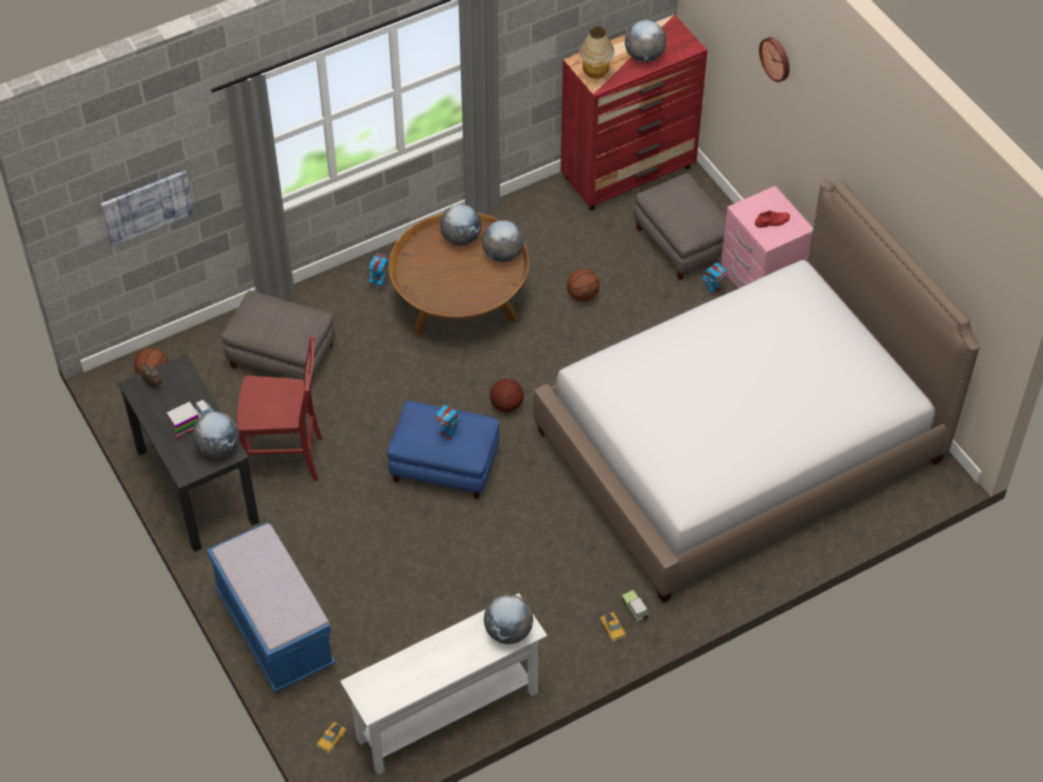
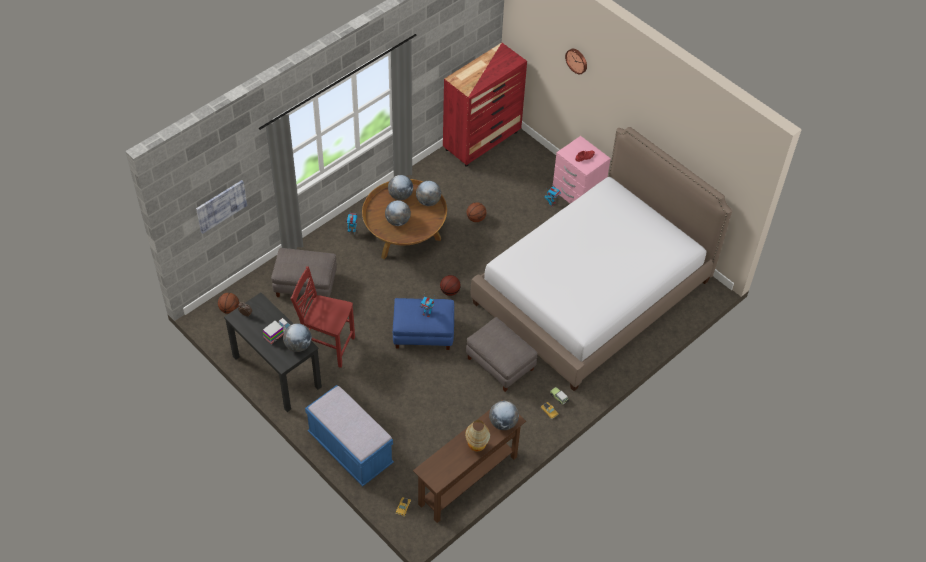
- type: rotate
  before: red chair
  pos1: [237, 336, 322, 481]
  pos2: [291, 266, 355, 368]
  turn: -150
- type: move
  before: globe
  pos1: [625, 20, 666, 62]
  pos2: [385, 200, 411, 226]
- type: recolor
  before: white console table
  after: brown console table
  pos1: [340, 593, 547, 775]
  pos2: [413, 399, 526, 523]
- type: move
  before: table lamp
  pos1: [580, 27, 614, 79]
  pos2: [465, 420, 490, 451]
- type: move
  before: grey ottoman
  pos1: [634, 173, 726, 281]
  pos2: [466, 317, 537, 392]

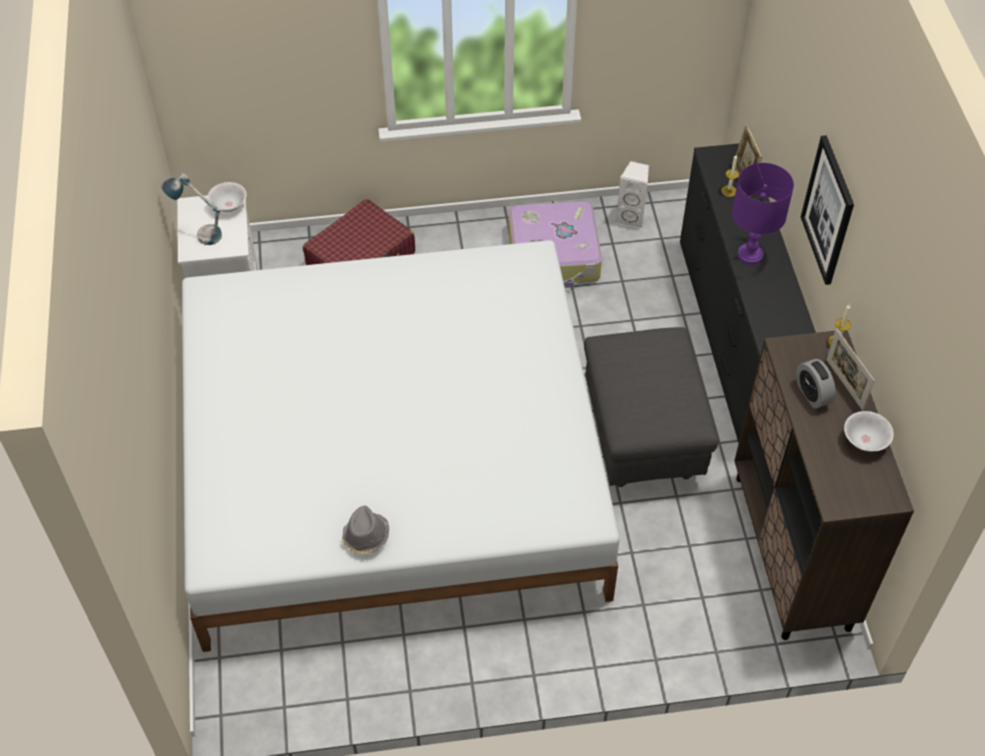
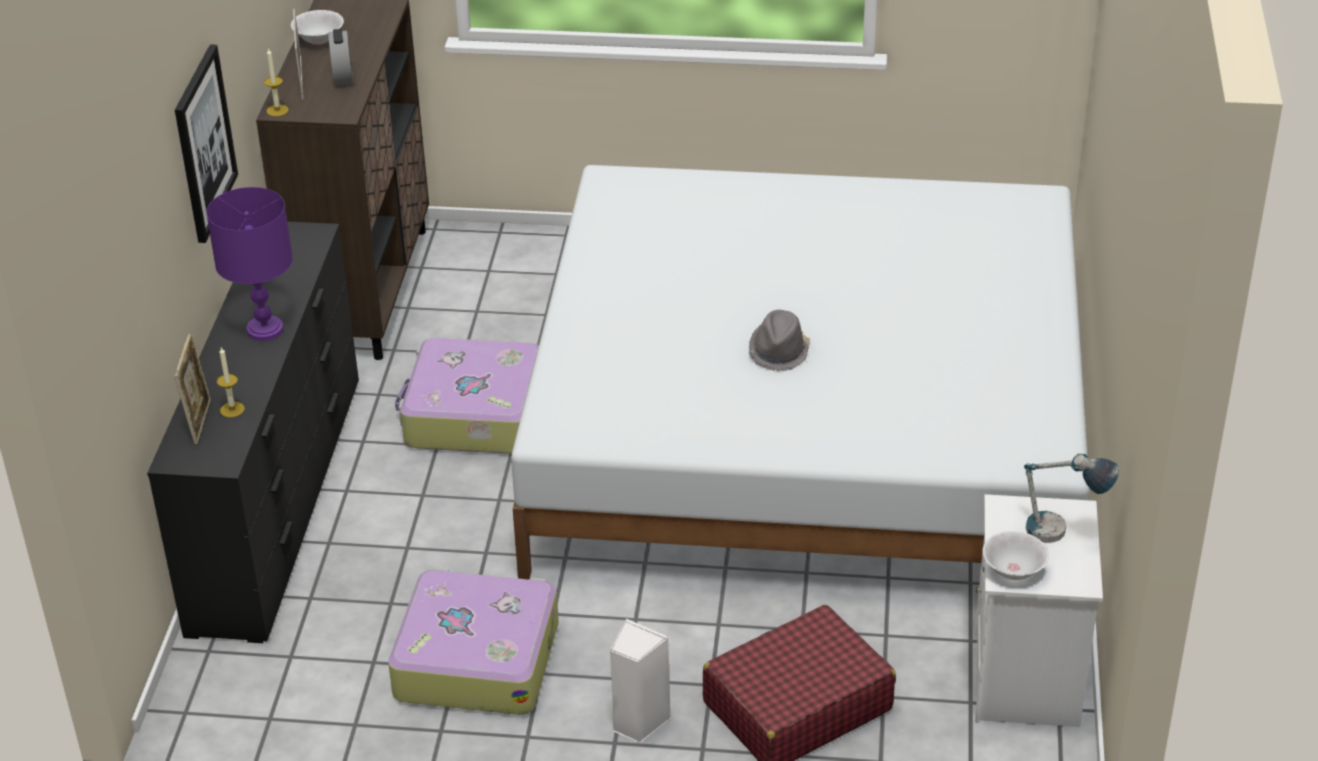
- type: replace
  before: grey ottoman
  after: suitcase
  pos1: [584, 327, 718, 487]
  pos2: [395, 338, 539, 454]
- type: move
  before: white speaker
  pos1: [615, 161, 649, 229]
  pos2: [610, 619, 671, 743]
- type: move
  before: grey hat
  pos1: [342, 506, 389, 554]
  pos2: [749, 310, 810, 371]

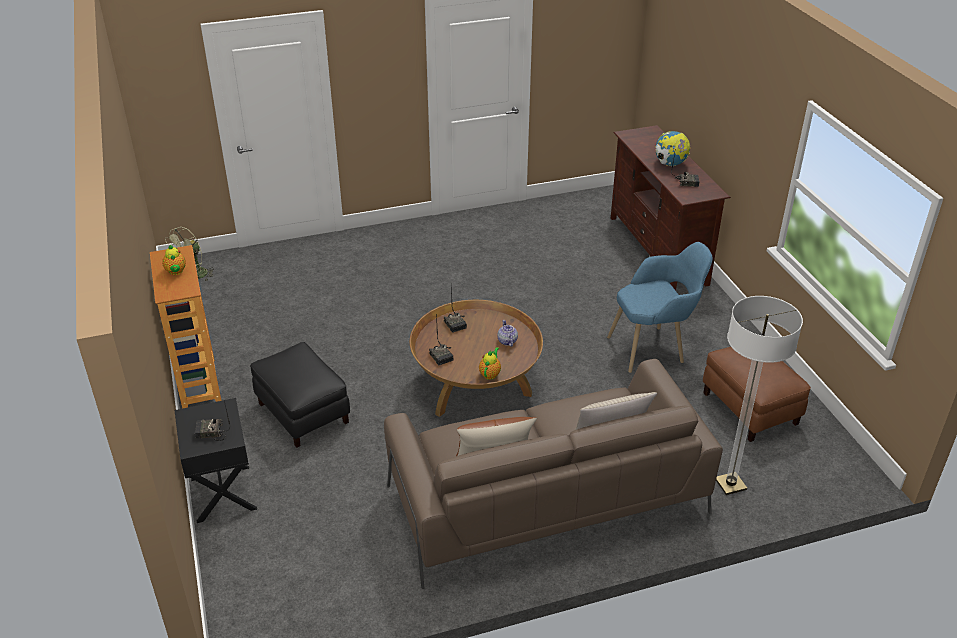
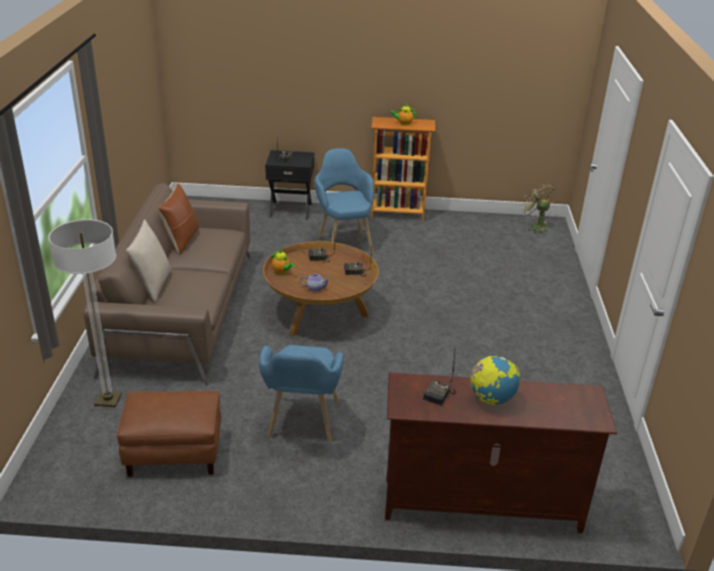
- type: replace
  before: black ottoman
  after: blue armchair
  pos1: [250, 342, 350, 448]
  pos2: [314, 148, 374, 255]

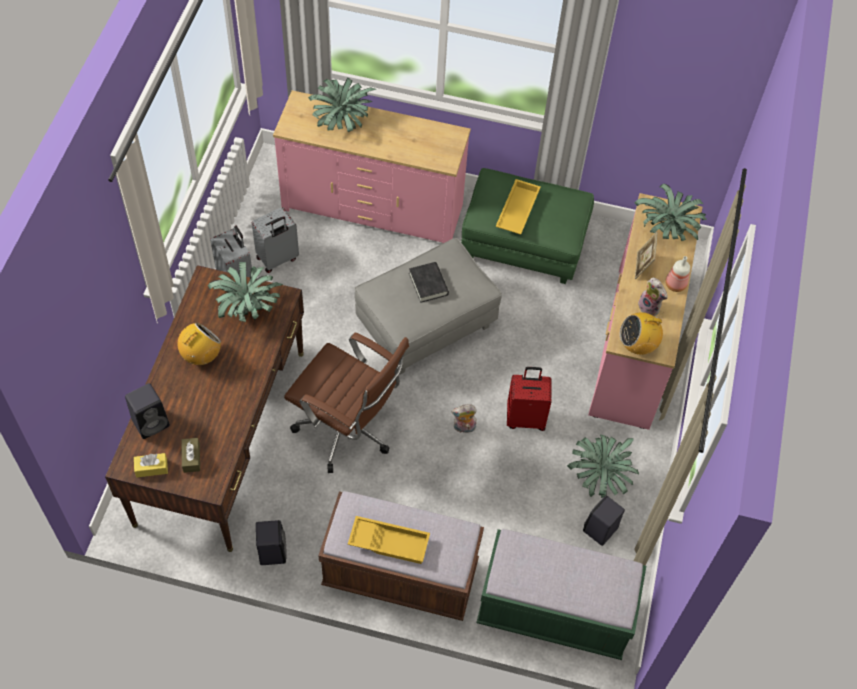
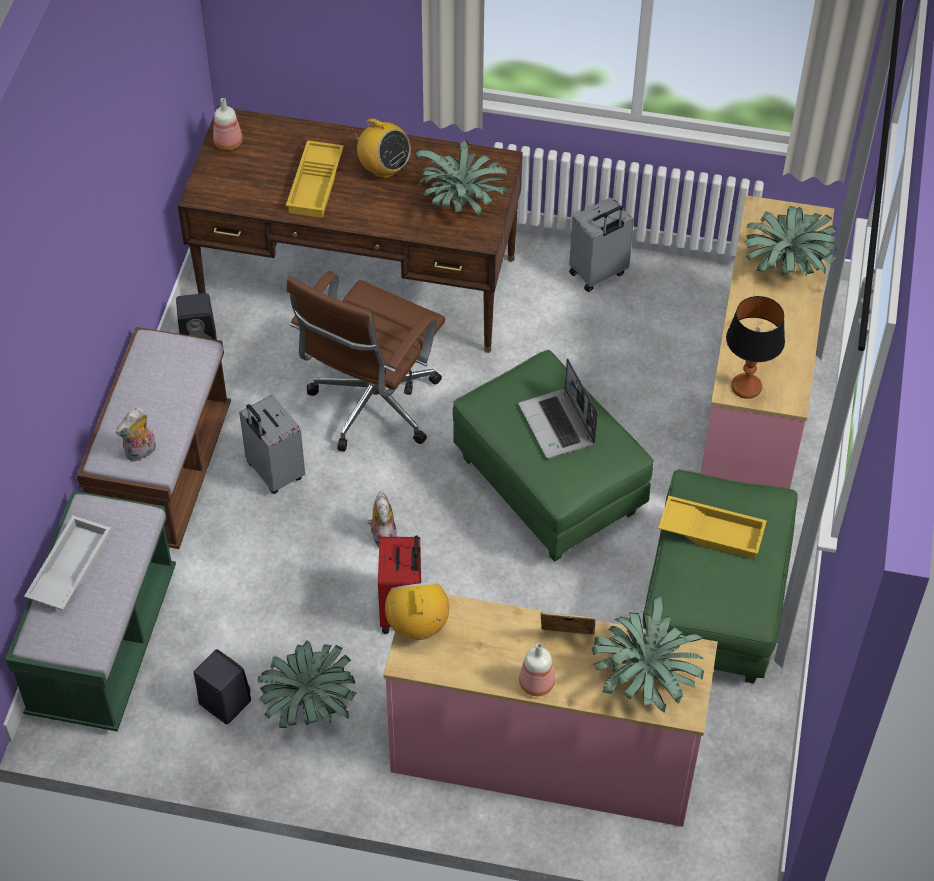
- type: insert
  after: white tray
  pos2: [24, 516, 111, 610]
- type: move
  before: plush toy
  pos1: [637, 277, 668, 316]
  pos2: [116, 407, 156, 461]
- type: replace
  before: yellow tissue box
  after: bottle
  pos1: [134, 453, 168, 477]
  pos2: [213, 98, 242, 151]
- type: move
  before: grey suitcase
  pos1: [252, 207, 299, 273]
  pos2: [239, 394, 305, 494]
- type: move
  before: yellow tray
  pos1: [348, 516, 430, 564]
  pos2: [286, 140, 344, 218]
- type: recolor
  before: grey ottoman
  after: green ottoman
  pos1: [355, 238, 502, 375]
  pos2: [453, 350, 654, 562]
- type: replace
  before: black book
  after: laptop
  pos1: [409, 262, 449, 303]
  pos2: [519, 358, 598, 459]
- type: insert
  after: table lamp
  pos2: [726, 296, 785, 399]
- type: delete
  before: black speaker
  pos1: [125, 383, 170, 439]
- type: delete
  before: brown tissue box
  pos1: [181, 438, 200, 473]

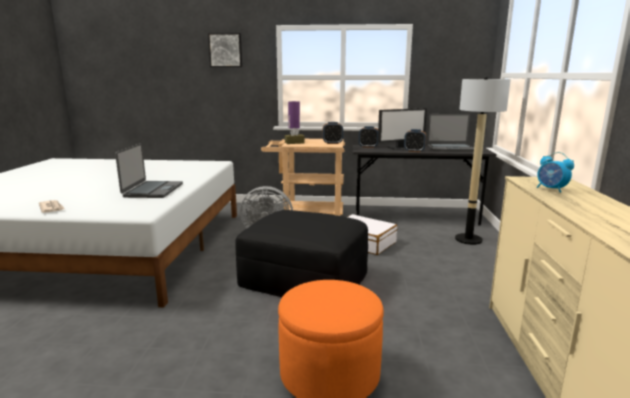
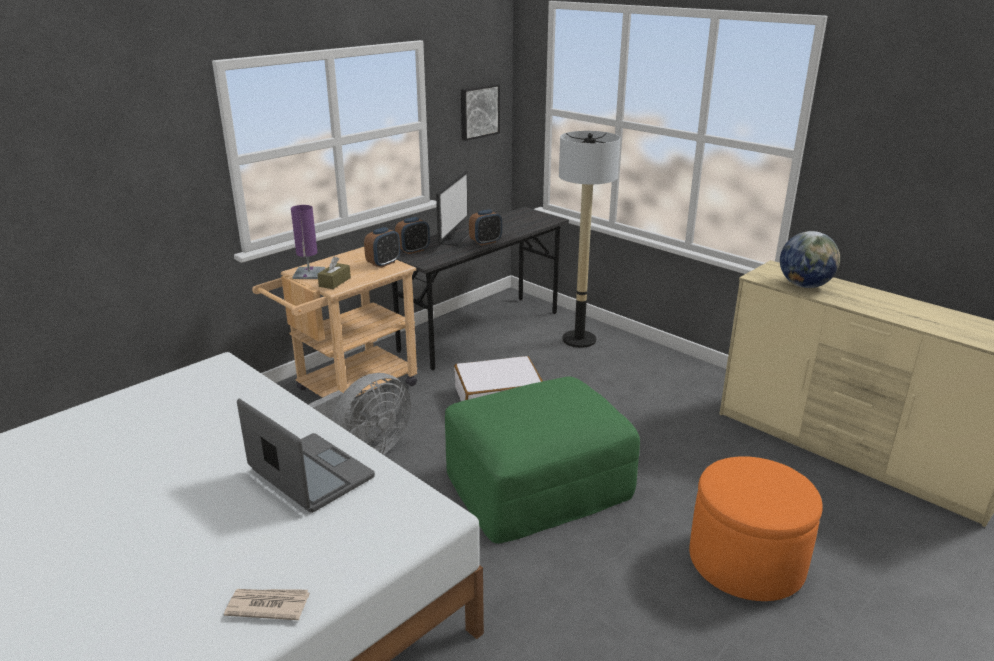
- type: recolor
  before: black ottoman
  after: green ottoman
  pos1: [236, 210, 368, 297]
  pos2: [445, 376, 640, 544]
- type: move
  before: picture
  pos1: [208, 33, 242, 67]
  pos2: [461, 84, 500, 141]
- type: replace
  before: alarm clock
  after: globe
  pos1: [537, 152, 574, 193]
  pos2: [780, 231, 840, 288]
- type: delete
  before: laptop
  pos1: [427, 114, 474, 152]

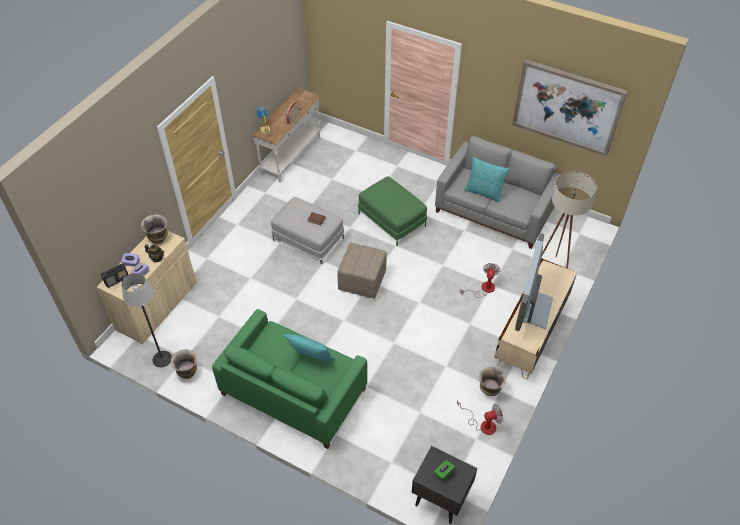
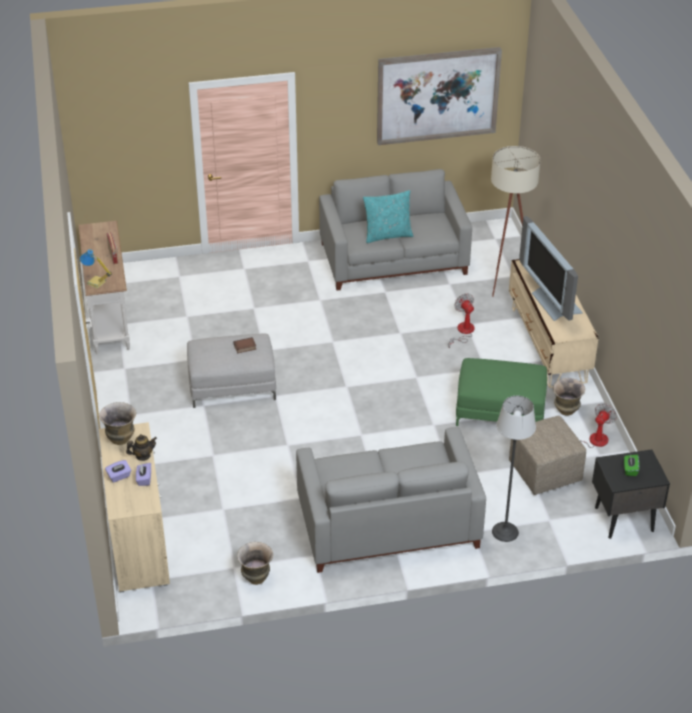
- type: recolor
  before: green sofa
  after: grey sofa
  pos1: [212, 309, 367, 449]
  pos2: [296, 427, 486, 573]
- type: move
  before: green ottoman
  pos1: [358, 177, 427, 246]
  pos2: [456, 358, 547, 426]
- type: move
  before: floor lamp
  pos1: [121, 273, 172, 367]
  pos2: [492, 396, 536, 542]
- type: move
  before: beige ottoman
  pos1: [337, 243, 387, 299]
  pos2: [509, 416, 586, 495]
- type: delete
  before: radio
  pos1: [101, 264, 128, 288]
- type: delete
  before: turquoise pillow
  pos1: [284, 334, 335, 361]

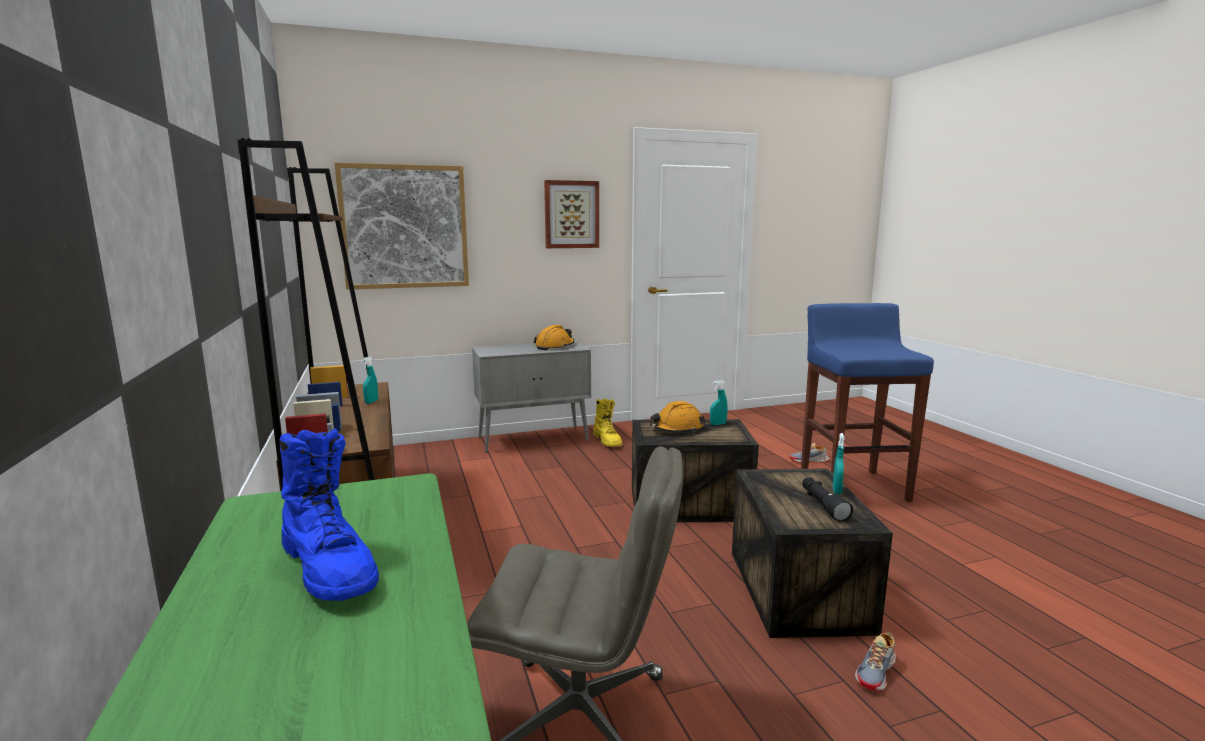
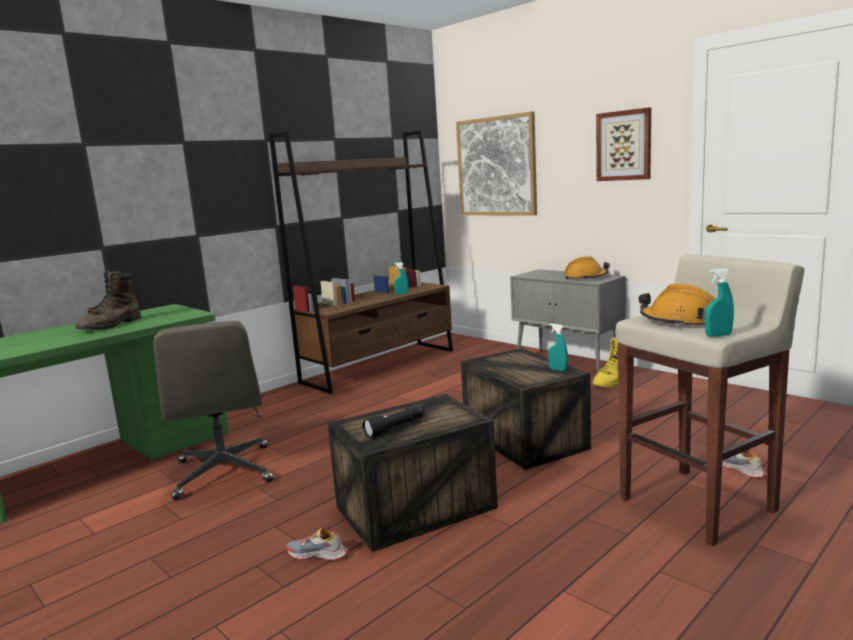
- type: recolor
  before: blue boot
  after: brown boot
  pos1: [280, 428, 379, 601]
  pos2: [75, 269, 141, 330]
- type: recolor
  before: blue stool
  after: beige stool
  pos1: [801, 303, 934, 502]
  pos2: [616, 255, 805, 546]
- type: move
  before: orange hard hat
  pos1: [650, 401, 705, 433]
  pos2: [639, 284, 715, 326]
- type: move
  before: turquoise spray bottle
  pos1: [833, 433, 845, 495]
  pos2: [705, 268, 734, 337]

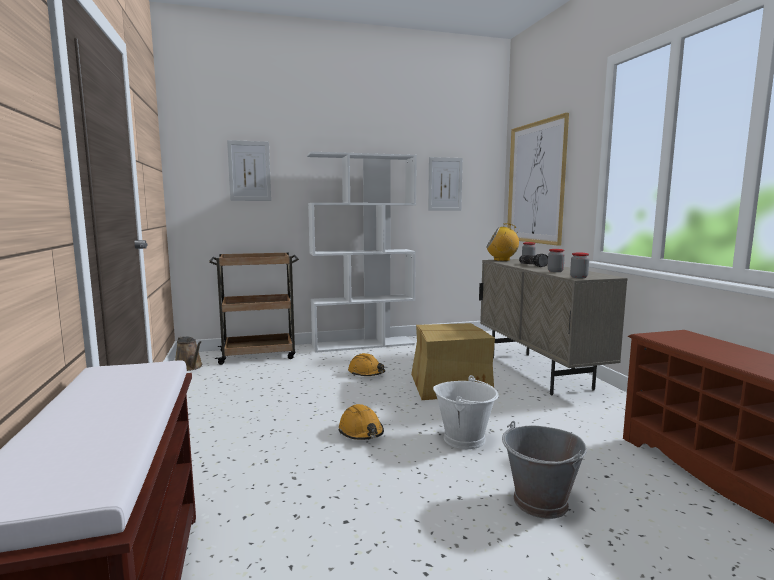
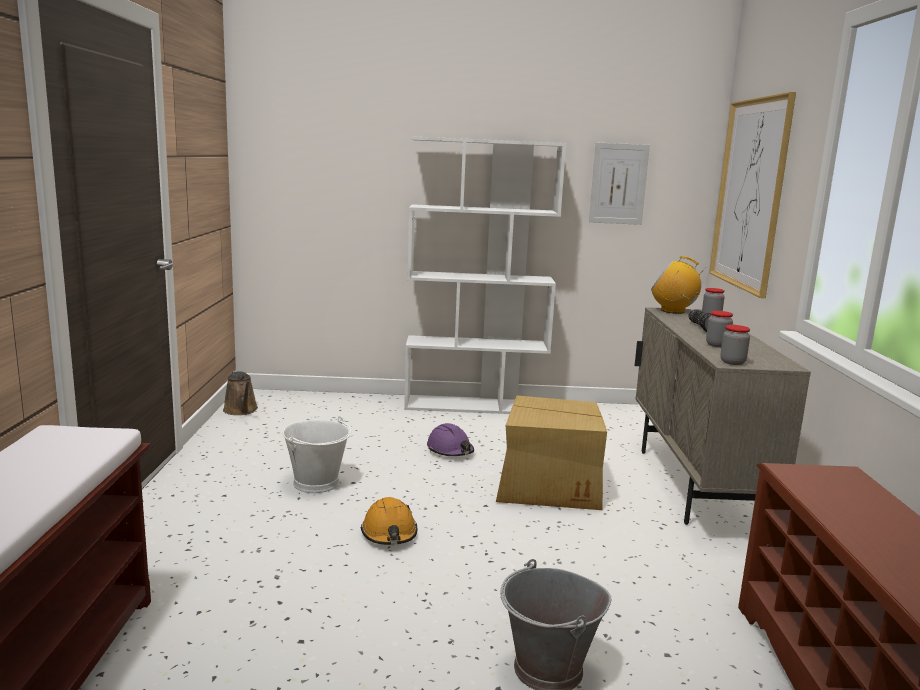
- type: move
  before: white bucket
  pos1: [433, 375, 499, 449]
  pos2: [283, 416, 352, 493]
- type: recolor
  before: orange hard hat
  after: purple hard hat
  pos1: [348, 353, 385, 376]
  pos2: [427, 423, 474, 456]
- type: delete
  before: brown cart
  pos1: [209, 252, 299, 365]
- type: delete
  before: picture
  pos1: [227, 140, 271, 201]

